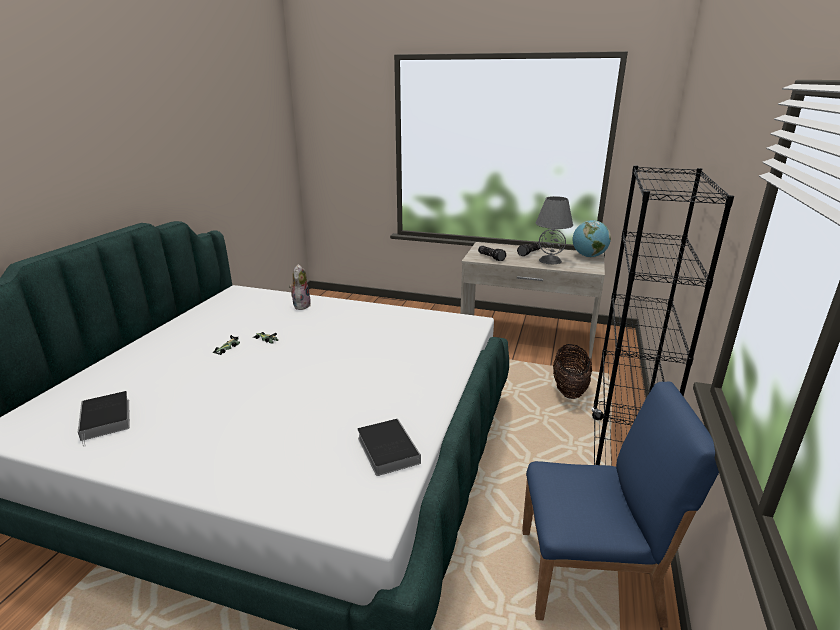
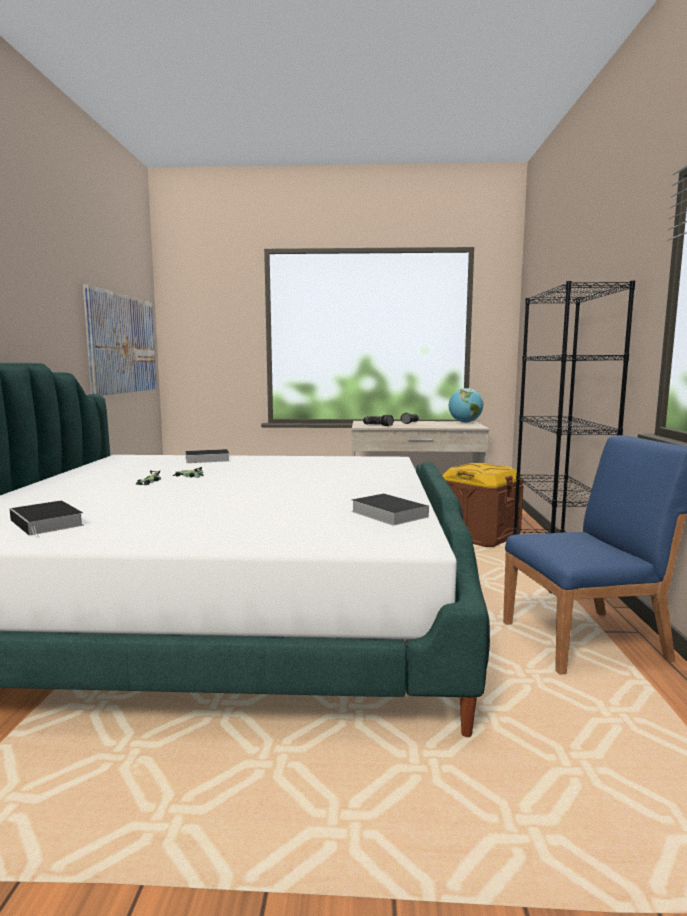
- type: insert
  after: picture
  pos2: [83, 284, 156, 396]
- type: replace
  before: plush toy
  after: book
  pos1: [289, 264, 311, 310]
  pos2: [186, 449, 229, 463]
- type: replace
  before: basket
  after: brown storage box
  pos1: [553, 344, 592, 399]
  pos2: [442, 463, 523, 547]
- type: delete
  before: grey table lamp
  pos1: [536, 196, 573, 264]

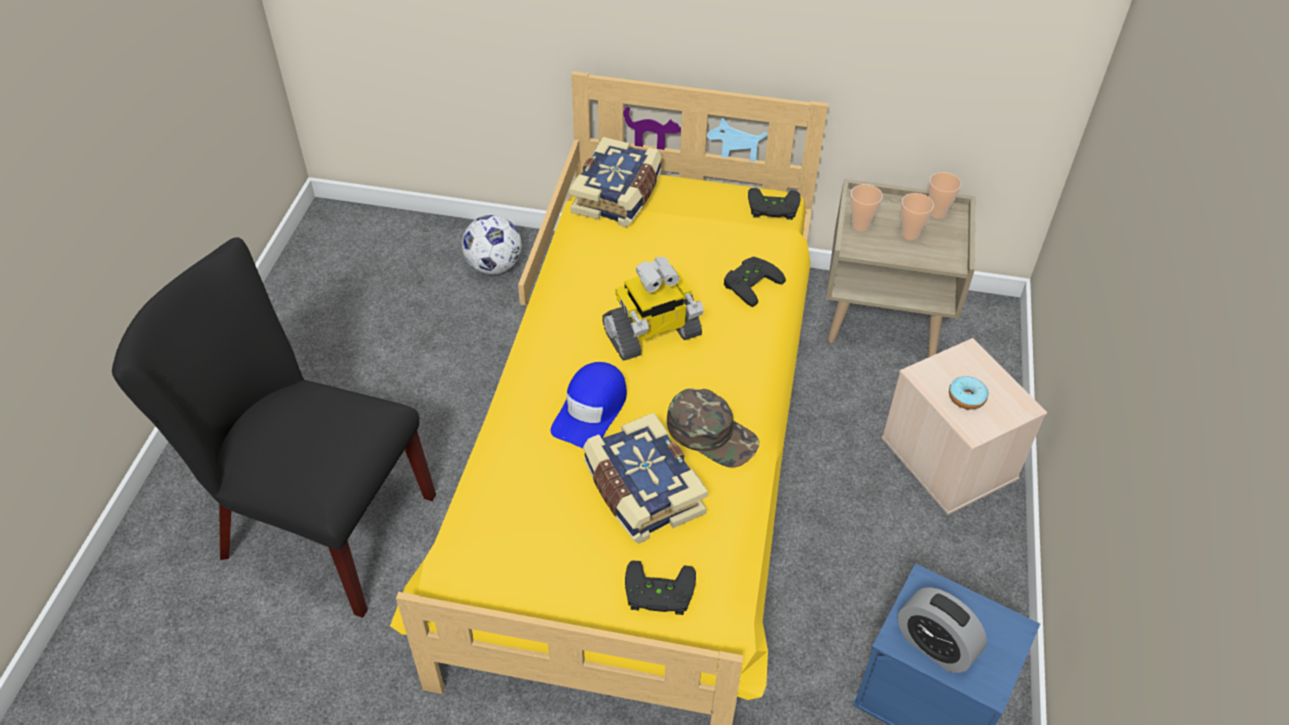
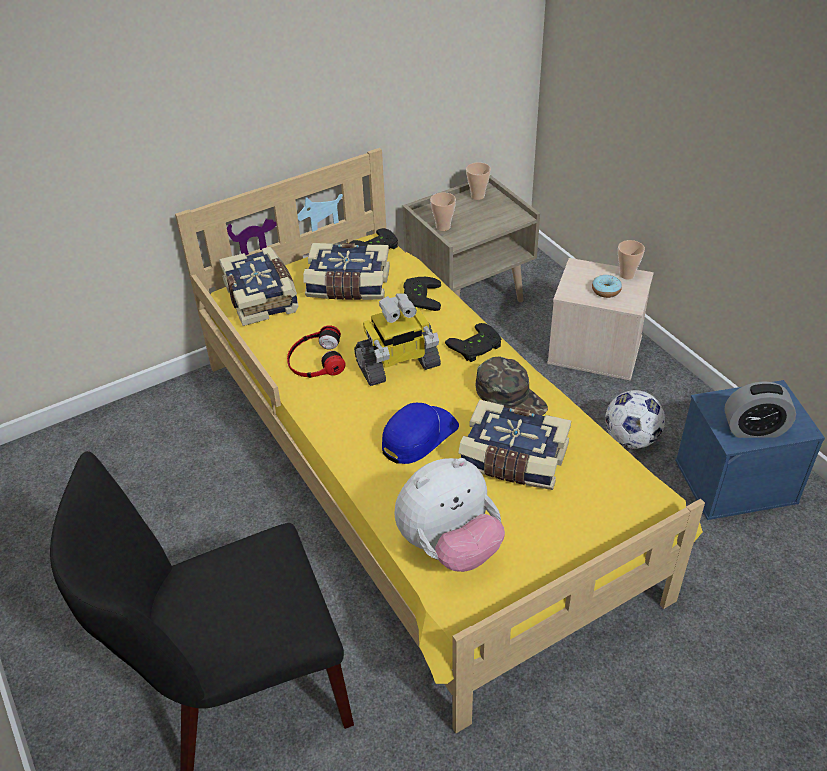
- type: insert
  after: headphones
  pos2: [287, 325, 346, 378]
- type: insert
  after: book
  pos2: [303, 243, 390, 300]
- type: rotate
  before: toy robot
  pos1: [602, 257, 704, 361]
  pos2: [354, 293, 441, 386]
  turn: 45
- type: rotate
  before: blue cap
  pos1: [551, 362, 627, 449]
  pos2: [382, 403, 459, 464]
  turn: -120
- type: insert
  after: plush toy
  pos2: [394, 458, 505, 572]
- type: move
  before: black game controller
  pos1: [625, 561, 696, 615]
  pos2: [445, 323, 501, 362]
- type: rotate
  before: green cap
  pos1: [667, 388, 759, 467]
  pos2: [476, 357, 548, 416]
  turn: 60
- type: move
  before: football
  pos1: [462, 215, 522, 274]
  pos2: [605, 390, 665, 449]
- type: move
  before: cup
  pos1: [901, 193, 934, 240]
  pos2: [618, 240, 645, 279]

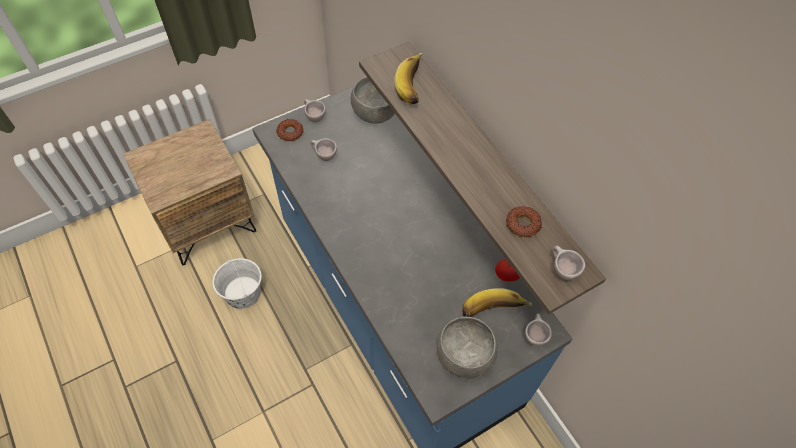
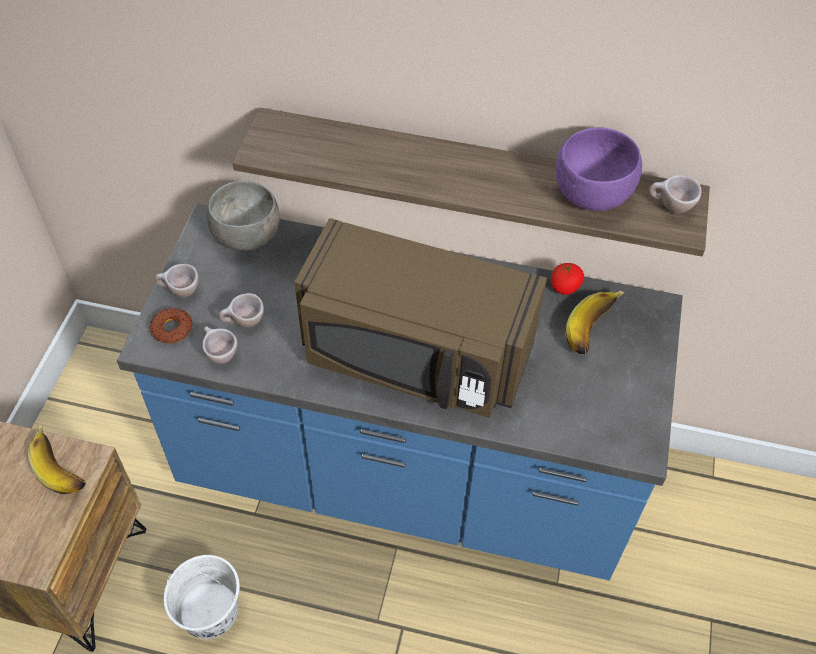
- type: move
  before: banana
  pos1: [394, 53, 423, 105]
  pos2: [28, 425, 86, 494]
- type: move
  before: beige cup
  pos1: [525, 313, 552, 346]
  pos2: [202, 326, 238, 364]
- type: insert
  after: brown microwave
  pos2: [294, 218, 547, 418]
- type: replace
  before: donut
  after: purple bowl
  pos1: [506, 206, 542, 237]
  pos2: [556, 127, 642, 211]
- type: delete
  before: grey bowl
  pos1: [437, 317, 498, 379]

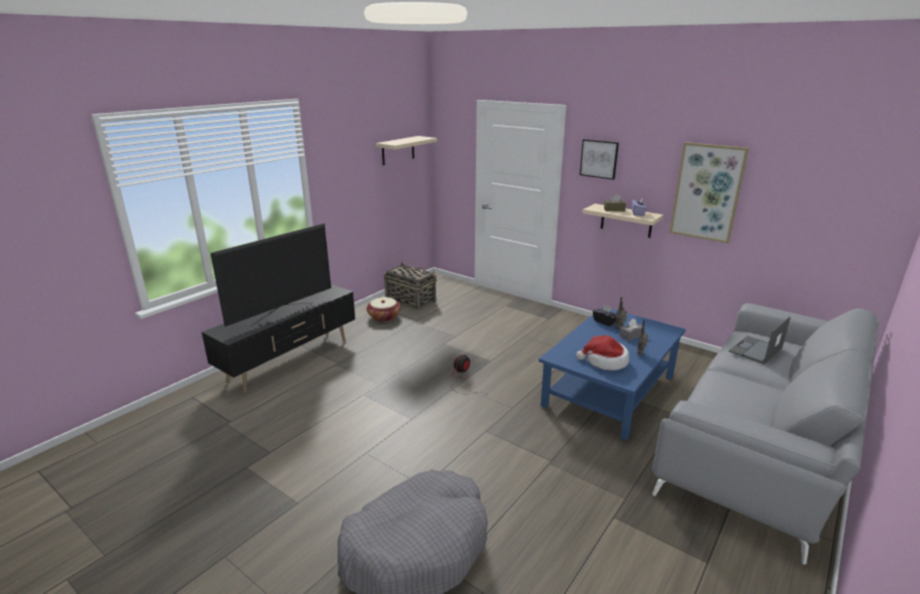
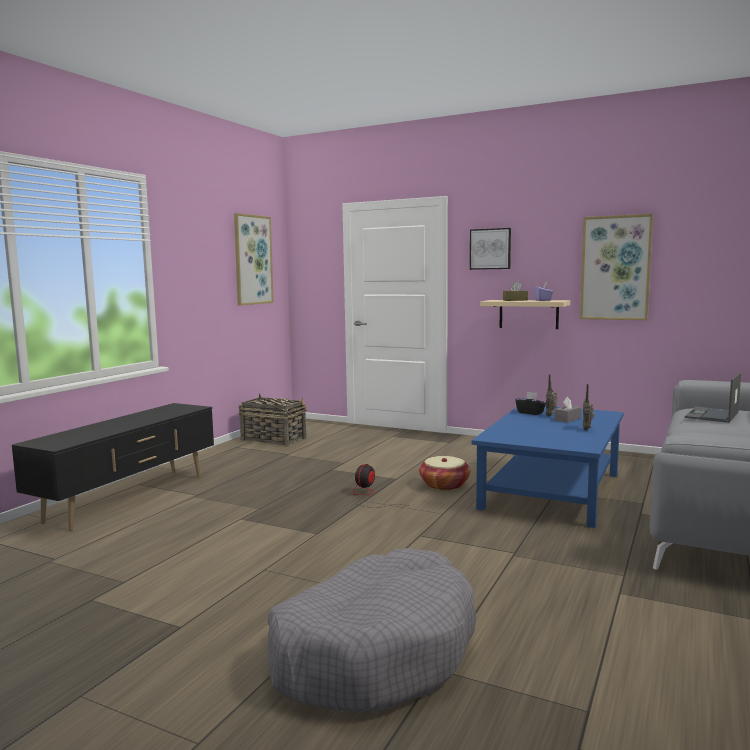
- type: replace
  before: beige shelf
  after: picture
  pos1: [376, 136, 437, 165]
  pos2: [234, 213, 274, 306]
- type: move
  before: basket
  pos1: [367, 297, 401, 322]
  pos2: [419, 456, 471, 491]
- type: delete
  before: television
  pos1: [210, 223, 331, 327]
- type: delete
  before: hat
  pos1: [576, 335, 629, 370]

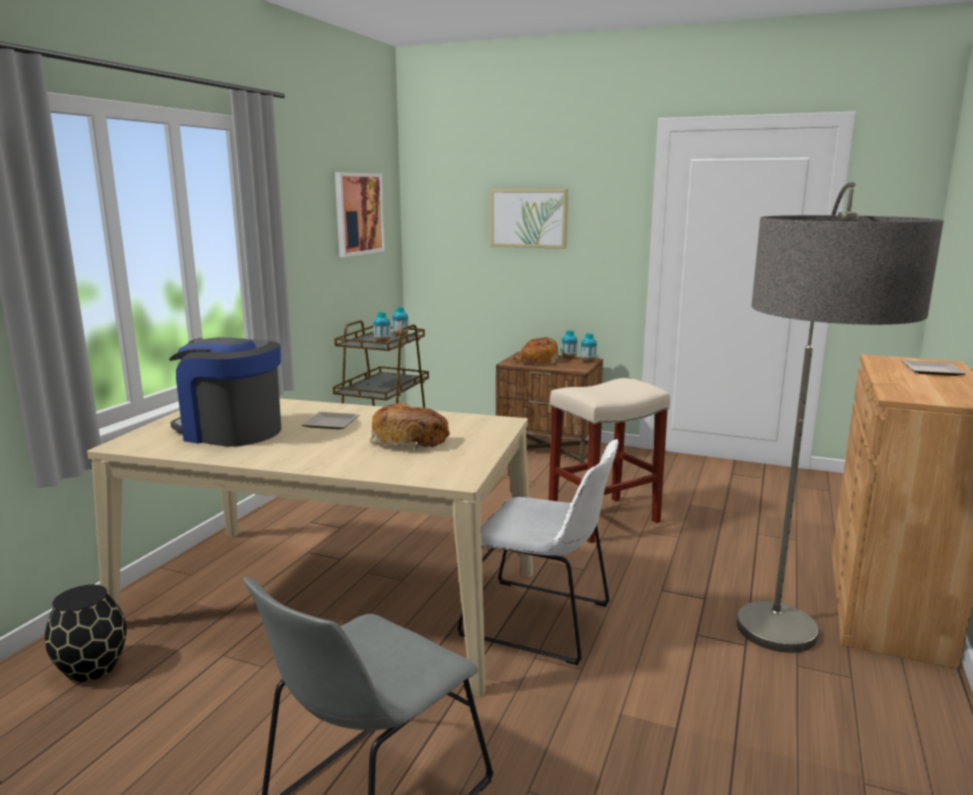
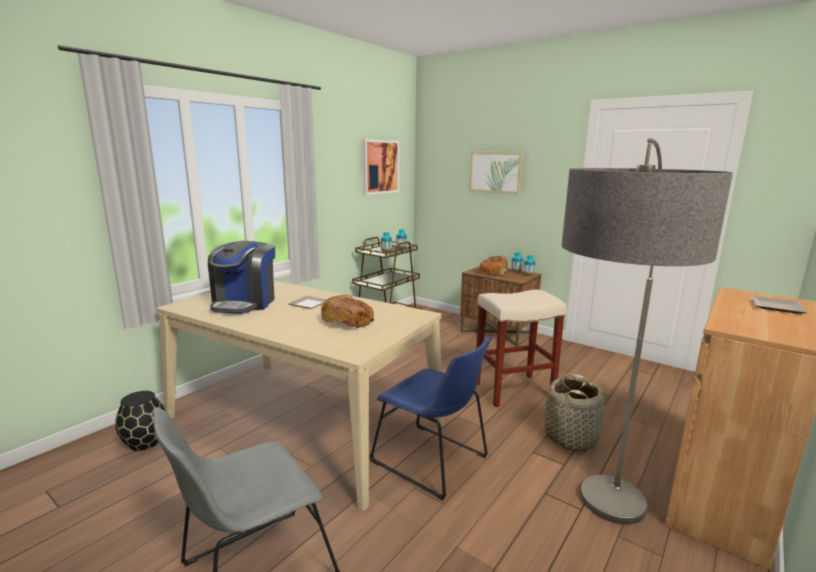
- type: rotate
  before: coffee machine
  pos1: [169, 337, 281, 447]
  pos2: [208, 241, 275, 314]
  turn: -120
- type: recolor
  before: white chair
  after: blue chair
  pos1: [457, 439, 618, 665]
  pos2: [370, 336, 492, 500]
- type: insert
  after: basket
  pos2: [545, 374, 604, 452]

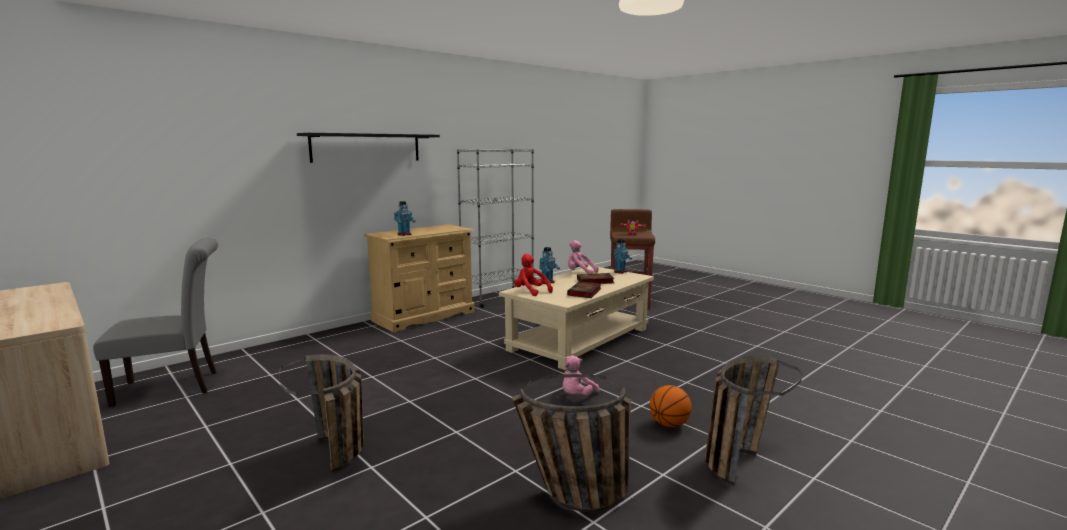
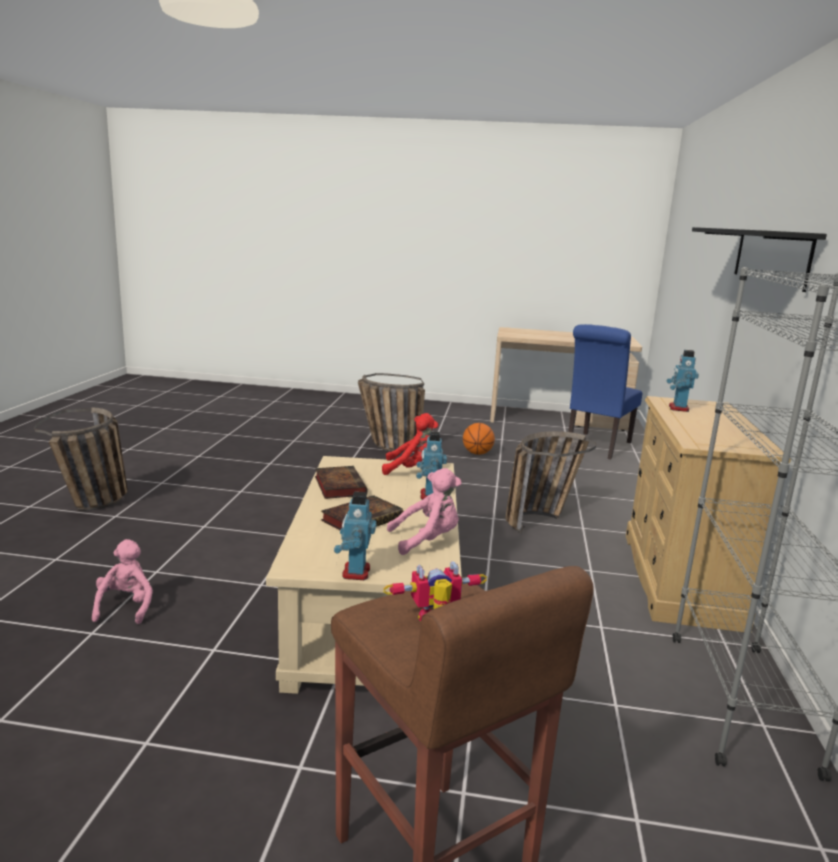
- type: move
  before: pink plush toy
  pos1: [563, 355, 599, 395]
  pos2: [92, 539, 153, 624]
- type: move
  before: basketball
  pos1: [650, 385, 692, 427]
  pos2: [463, 423, 495, 455]
- type: move
  before: basket
  pos1: [512, 374, 631, 512]
  pos2: [505, 431, 597, 533]
- type: recolor
  before: grey chair
  after: blue chair
  pos1: [93, 238, 218, 407]
  pos2: [568, 324, 642, 459]

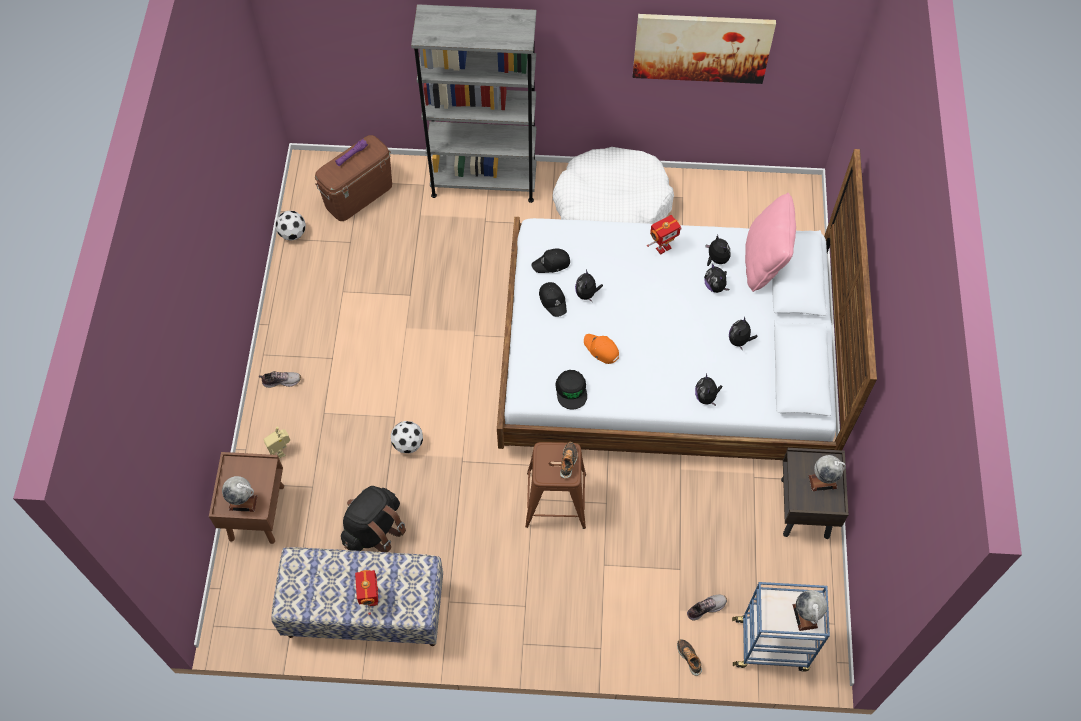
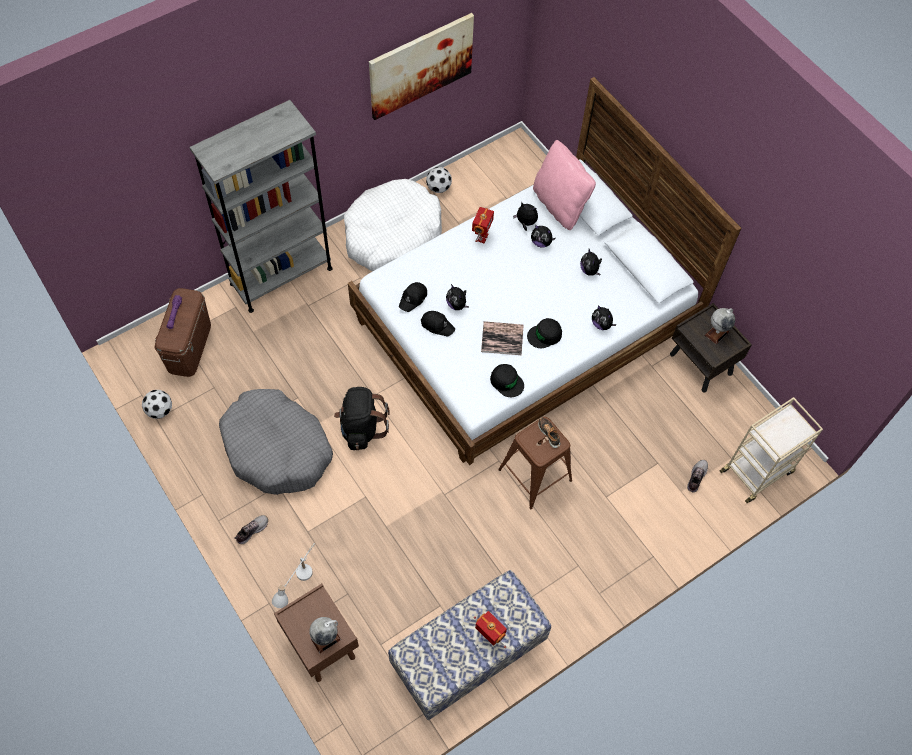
- type: insert
  after: grey dog bed
  pos2: [219, 389, 333, 495]
- type: replace
  before: toy robot
  after: white table lamp
  pos1: [263, 427, 290, 459]
  pos2: [272, 543, 315, 608]
- type: move
  before: black backpack
  pos1: [341, 486, 406, 552]
  pos2: [334, 387, 390, 450]
- type: move
  before: football
  pos1: [391, 421, 423, 453]
  pos2: [426, 167, 452, 193]
- type: replace
  before: orange cap
  after: book
  pos1: [584, 334, 619, 364]
  pos2: [481, 321, 524, 355]
- type: insert
  after: black cap
  pos2: [527, 318, 562, 348]
- type: recolor
  before: blue cart
  after: beige cart
  pos1: [732, 582, 830, 672]
  pos2: [720, 397, 823, 503]
- type: delete
  before: shoe
  pos1: [677, 639, 702, 676]
- type: delete
  before: globe
  pos1: [793, 590, 827, 631]

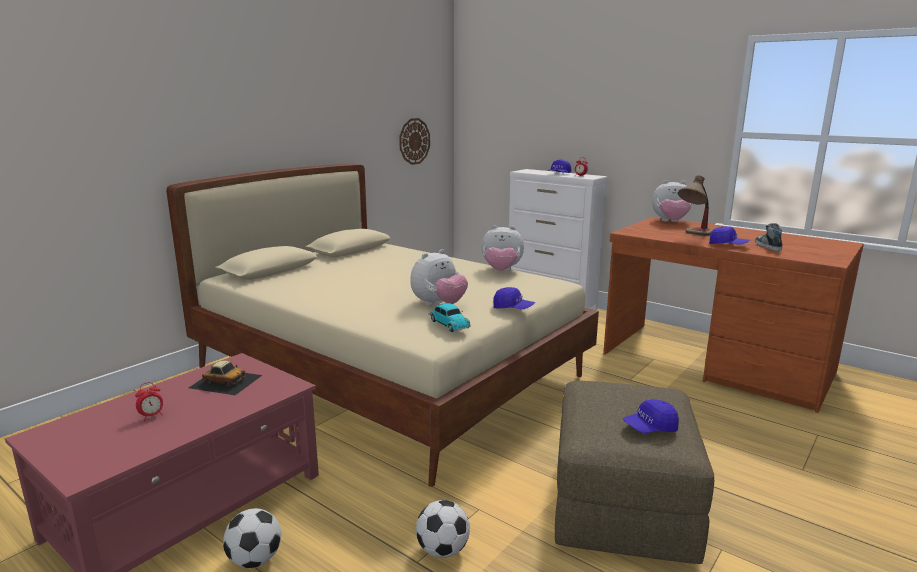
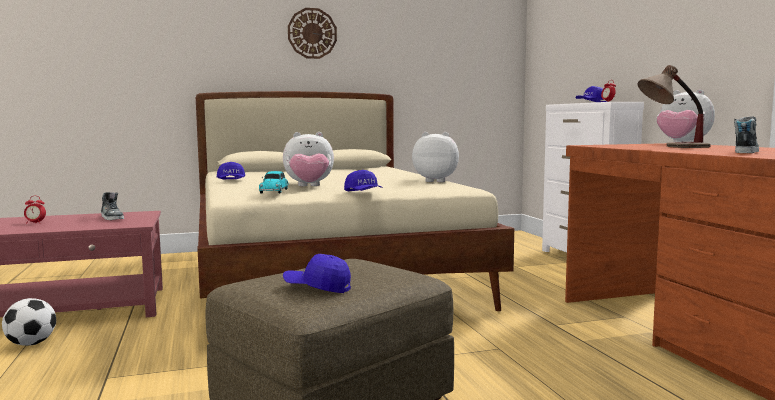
- type: replace
  before: toy car
  after: shoe
  pos1: [188, 360, 262, 395]
  pos2: [101, 192, 124, 220]
- type: move
  before: blue cap
  pos1: [709, 226, 750, 245]
  pos2: [217, 162, 245, 180]
- type: move
  before: wall clock
  pos1: [399, 118, 430, 165]
  pos2: [288, 8, 337, 59]
- type: rotate
  before: plush toy
  pos1: [482, 225, 524, 271]
  pos2: [412, 132, 459, 182]
  turn: 150
- type: delete
  before: football
  pos1: [416, 500, 470, 558]

